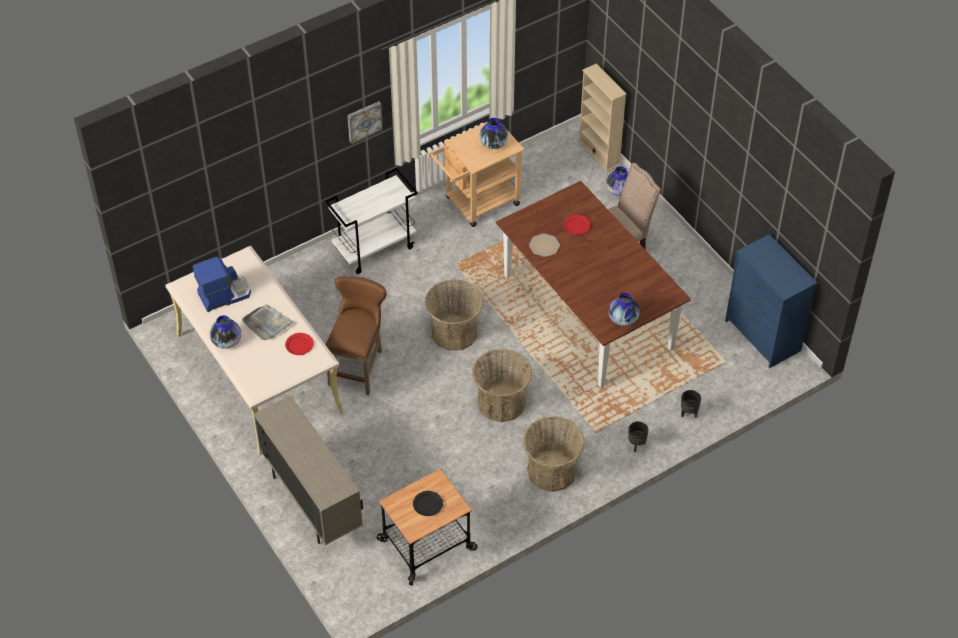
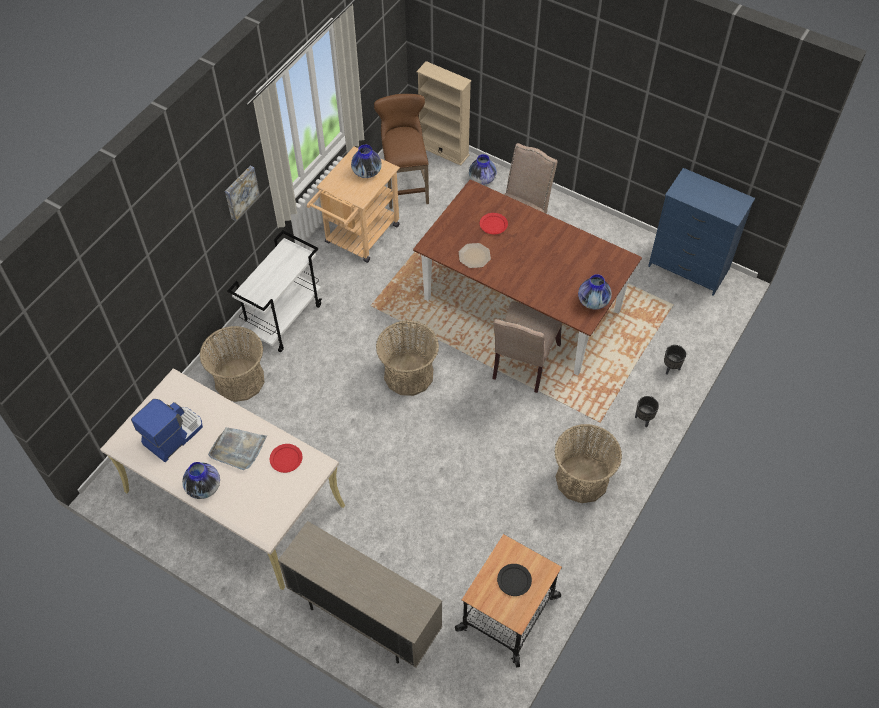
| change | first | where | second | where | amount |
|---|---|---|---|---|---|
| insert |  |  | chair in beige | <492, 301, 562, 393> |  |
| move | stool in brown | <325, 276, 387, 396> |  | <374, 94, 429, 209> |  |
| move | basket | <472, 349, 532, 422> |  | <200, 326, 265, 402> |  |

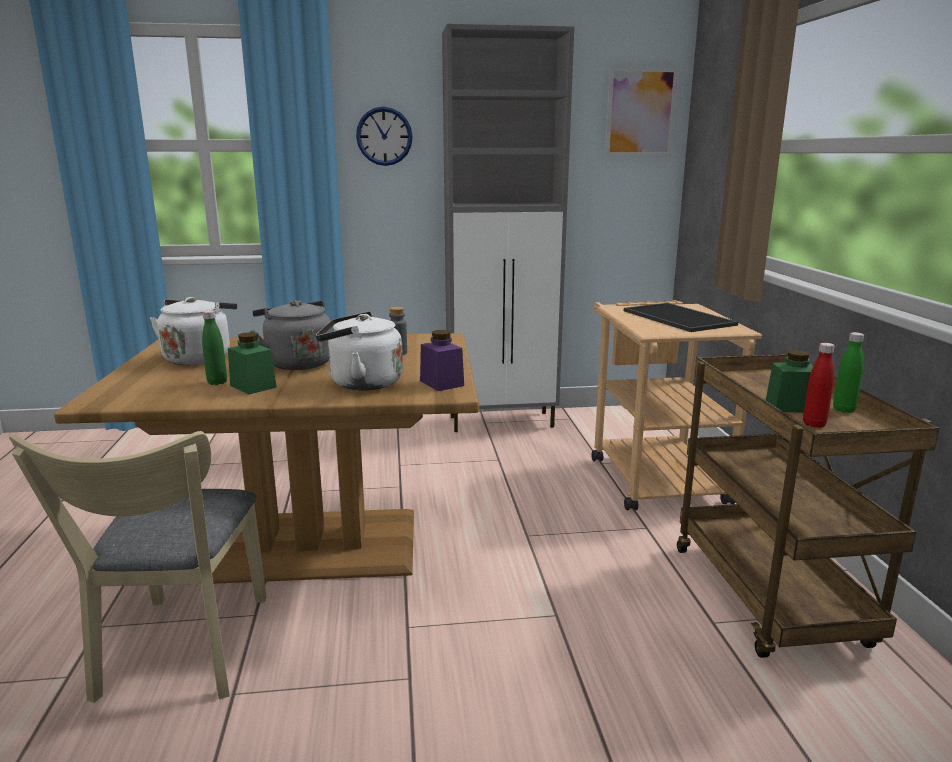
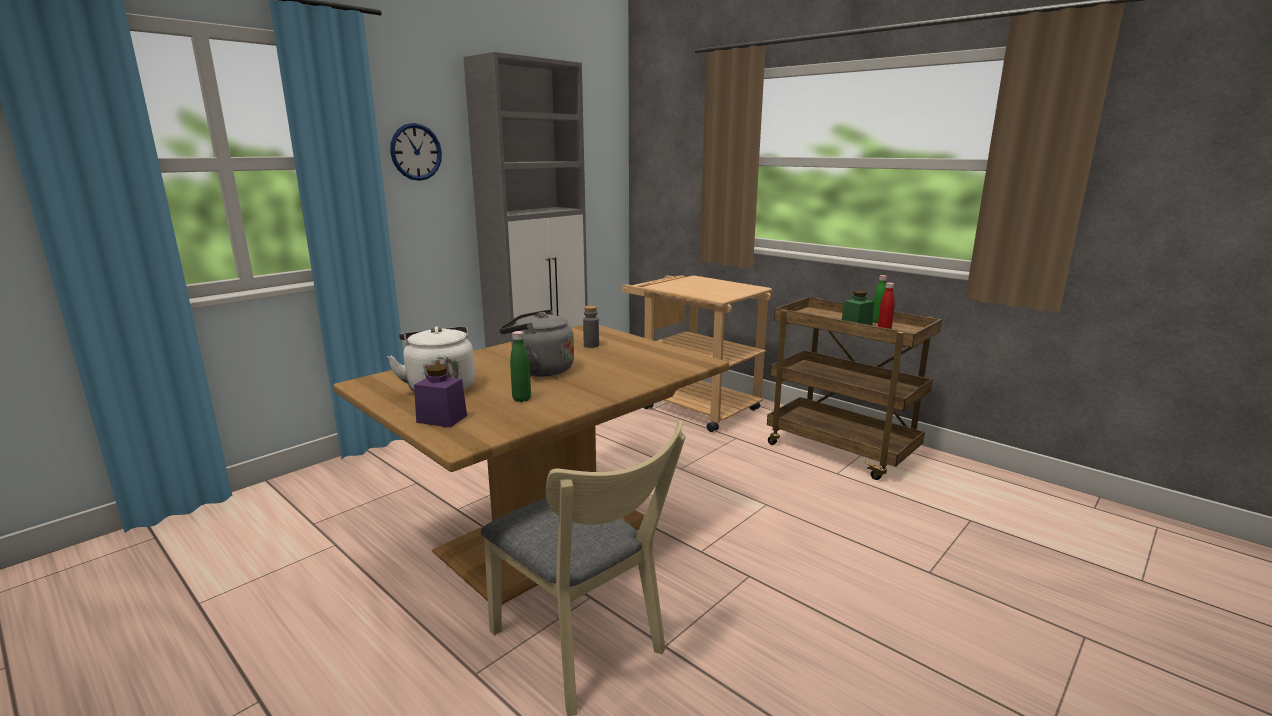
| change | first | where | second | where | amount |
|---|---|---|---|---|---|
| delete | jar in green | <228, 332, 277, 395> |  |  |  |
| delete | kettle in white | <316, 312, 403, 390> |  |  |  |
| delete | picture | <605, 67, 678, 156> |  |  |  |
| delete | tray | <624, 303, 738, 332> |  |  |  |
| move | jar in purple | <420, 330, 464, 391> |  | <414, 365, 467, 428> |  |

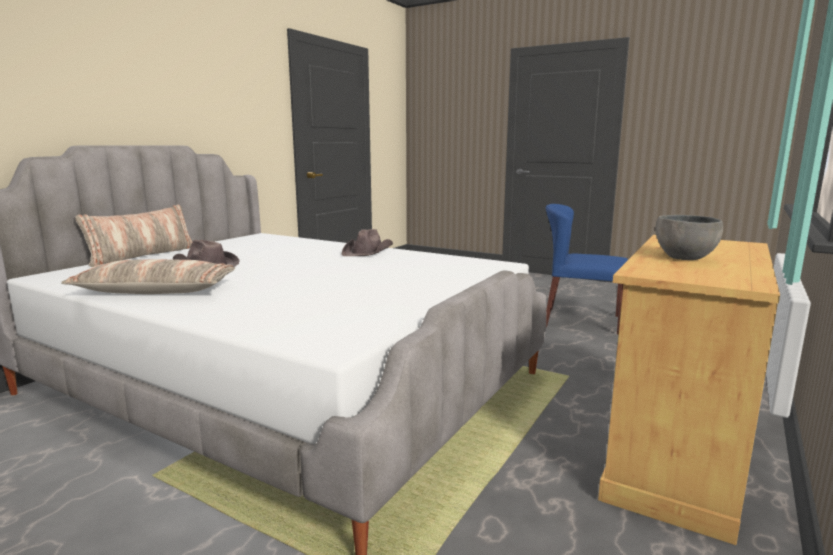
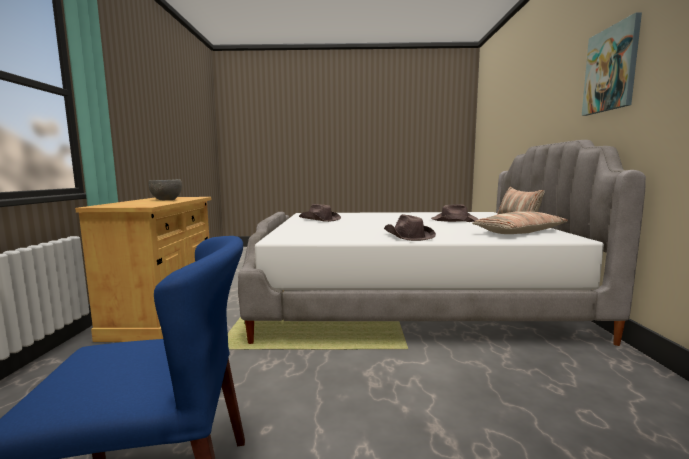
| change | first | where | second | where | amount |
|---|---|---|---|---|---|
| insert |  |  | hat in brown | <299, 204, 341, 222> |  |
| insert |  |  | picture | <582, 13, 642, 116> |  |
| move | pillow | <61, 259, 235, 294> |  | <472, 211, 568, 234> |  |

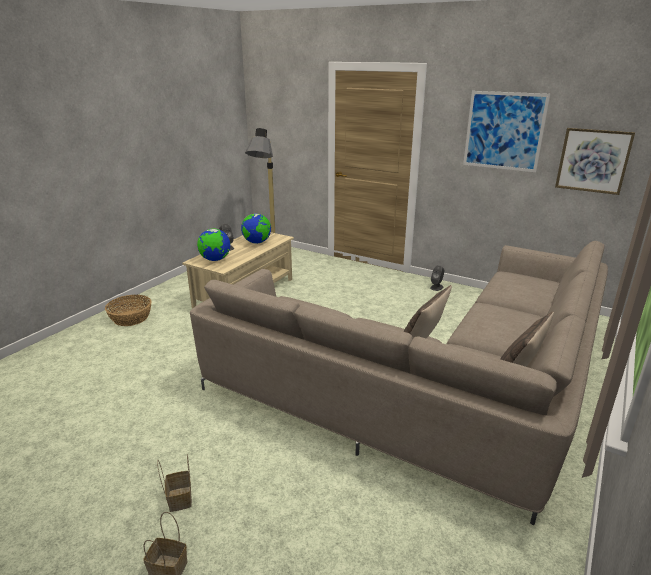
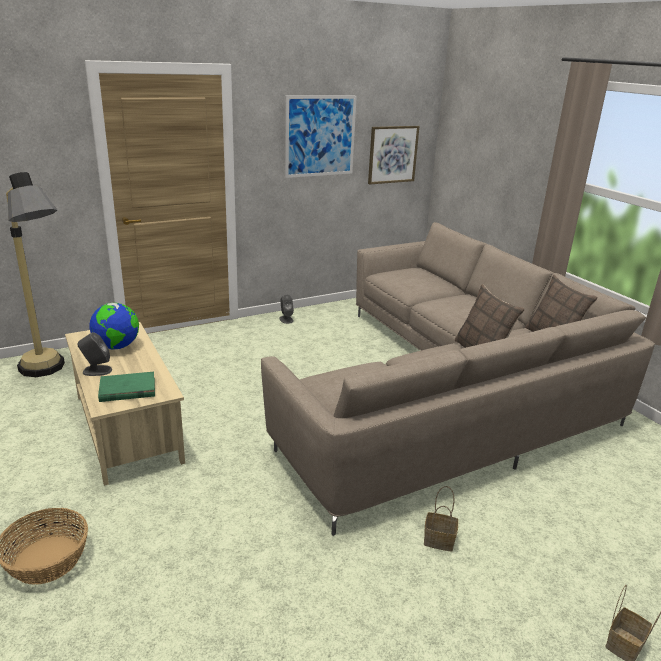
| change | first | where | second | where | amount |
|---|---|---|---|---|---|
| move | basket | <157, 454, 192, 512> |  | <424, 486, 458, 552> |  |
| replace | globe | <197, 228, 230, 261> | book in green | <98, 372, 155, 402> |  |

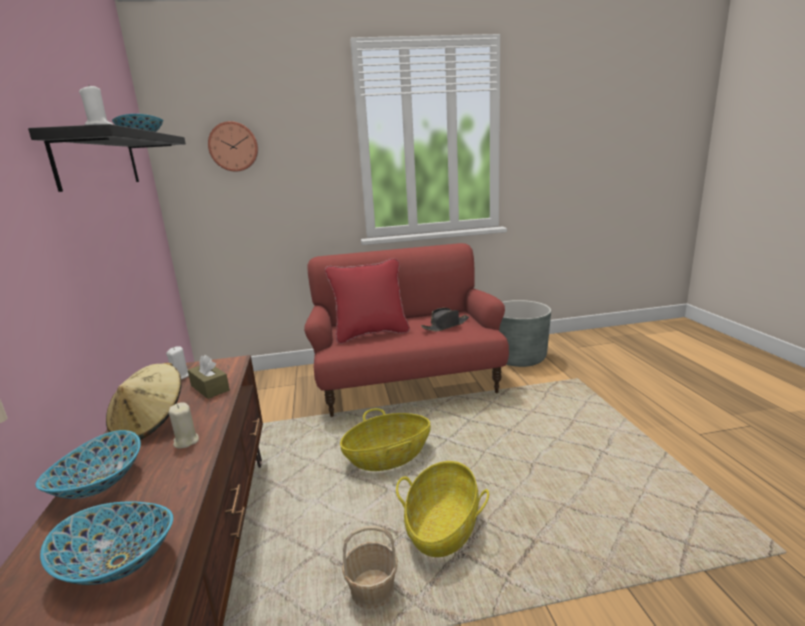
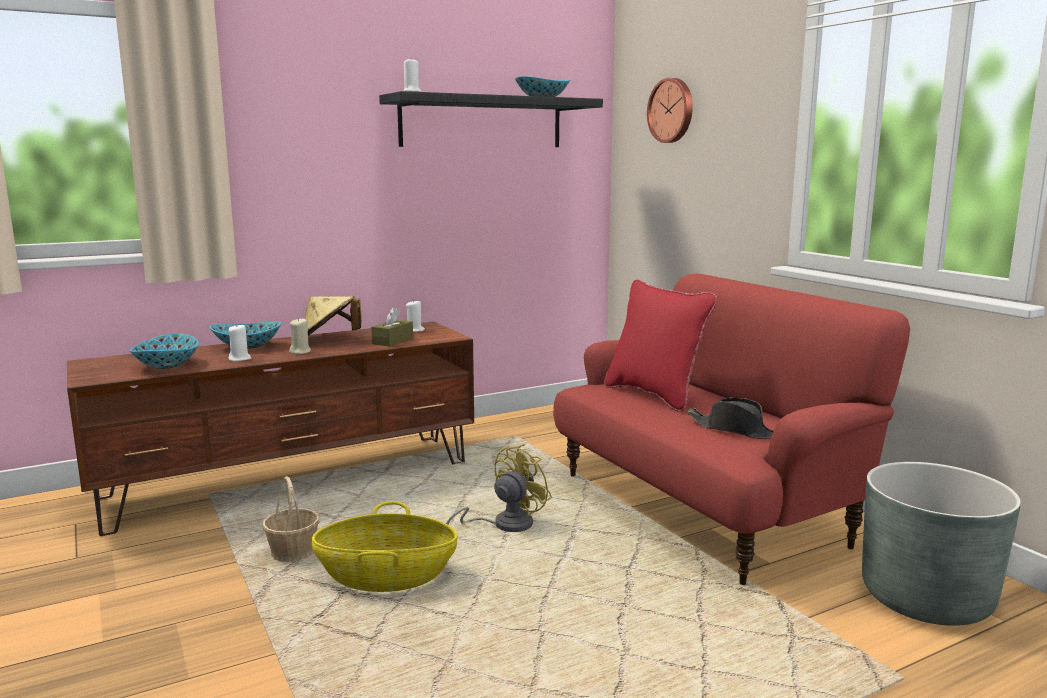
| change | first | where | second | where | amount |
|---|---|---|---|---|---|
| insert |  |  | candle in white | <228, 324, 251, 361> |  |
| replace | basket | <340, 408, 431, 471> | fan in yellow | <446, 444, 552, 532> |  |

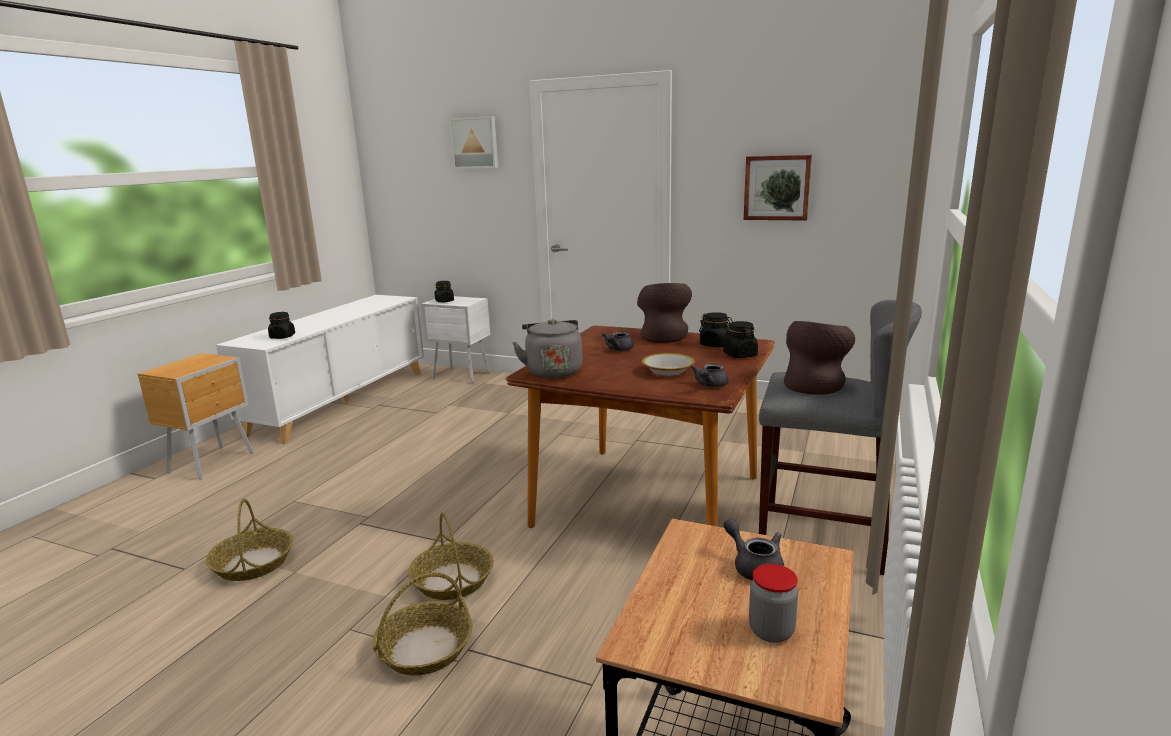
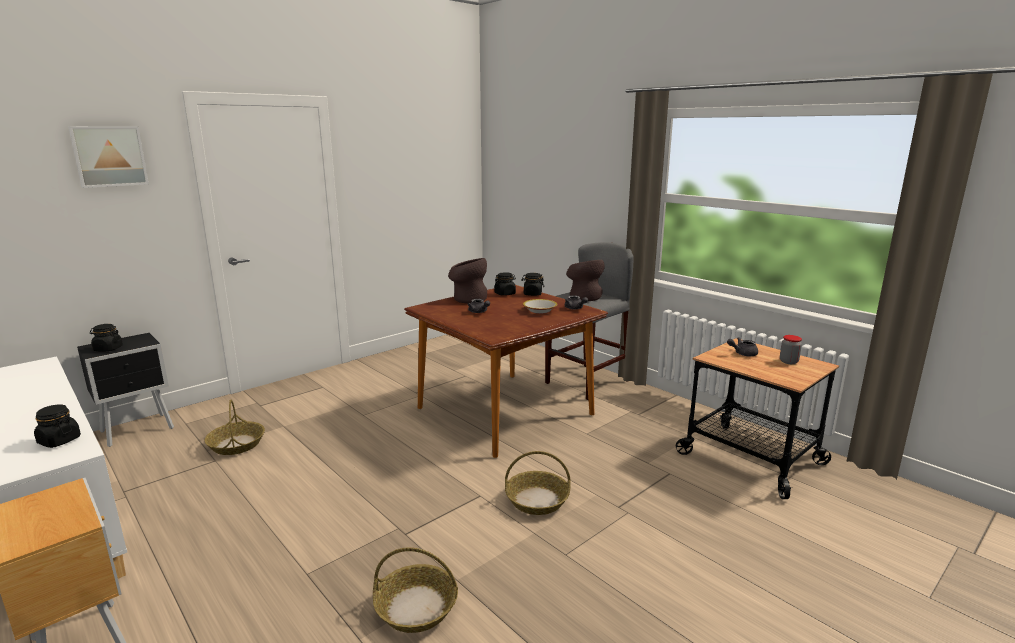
| change | first | where | second | where | amount |
|---|---|---|---|---|---|
| delete | kettle in grey | <512, 319, 582, 378> |  |  |  |
| delete | picture | <744, 155, 812, 221> |  |  |  |
| move | basket | <372, 572, 473, 675> |  | <205, 399, 265, 455> |  |
| recolor | nightstand in white | <421, 296, 490, 383> | nightstand in black | <77, 333, 174, 447> |  |

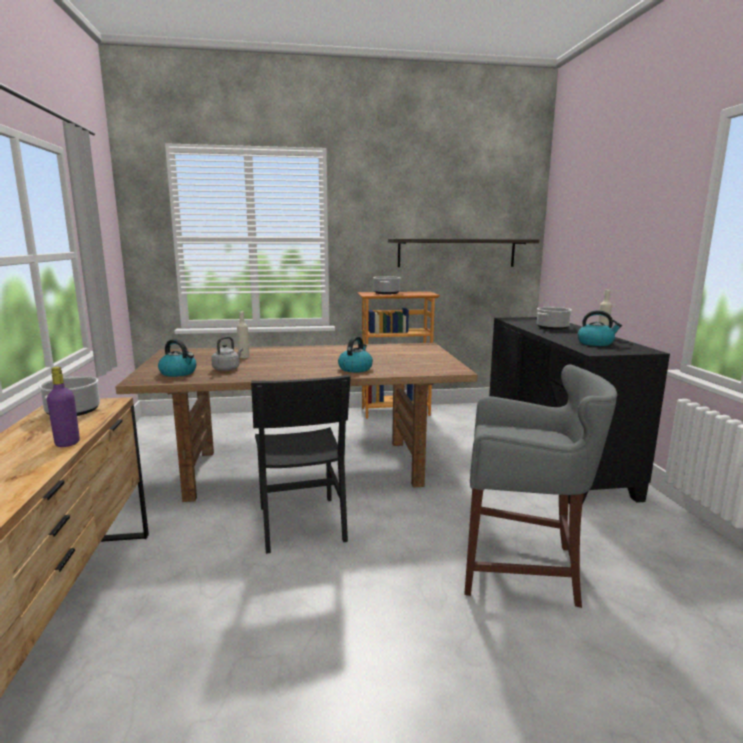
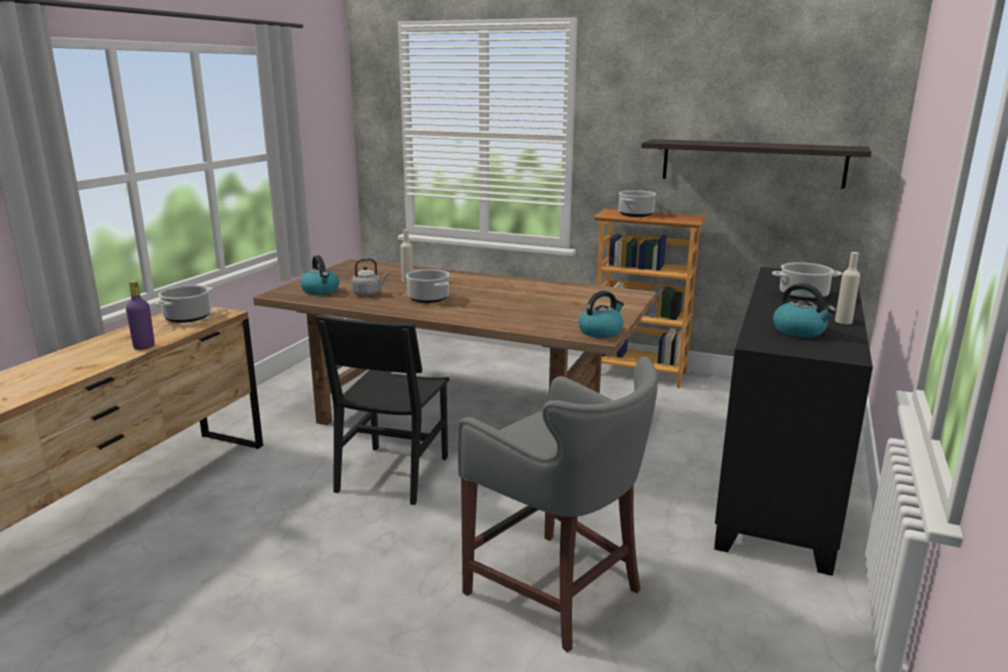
| change | first | where | second | where | amount |
|---|---|---|---|---|---|
| insert |  |  | cooking pot | <406, 269, 450, 303> |  |
| move | kettle | <338, 336, 373, 372> |  | <578, 291, 624, 338> |  |

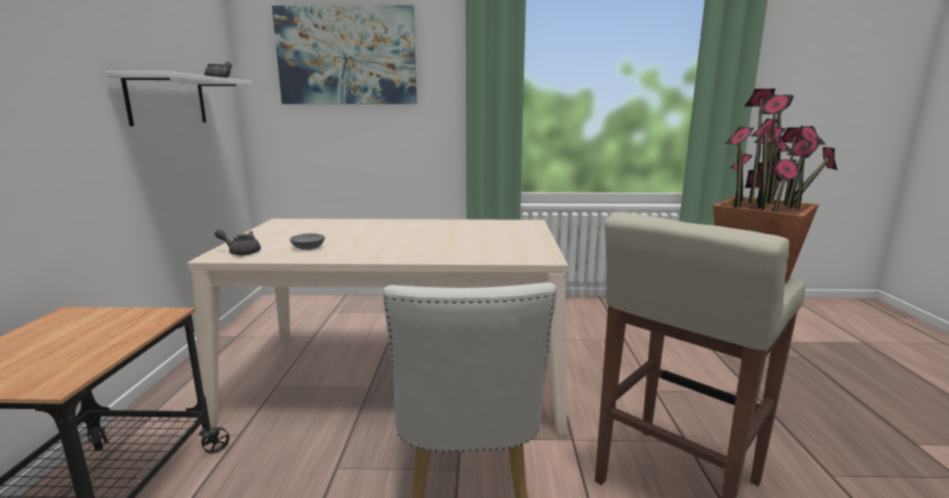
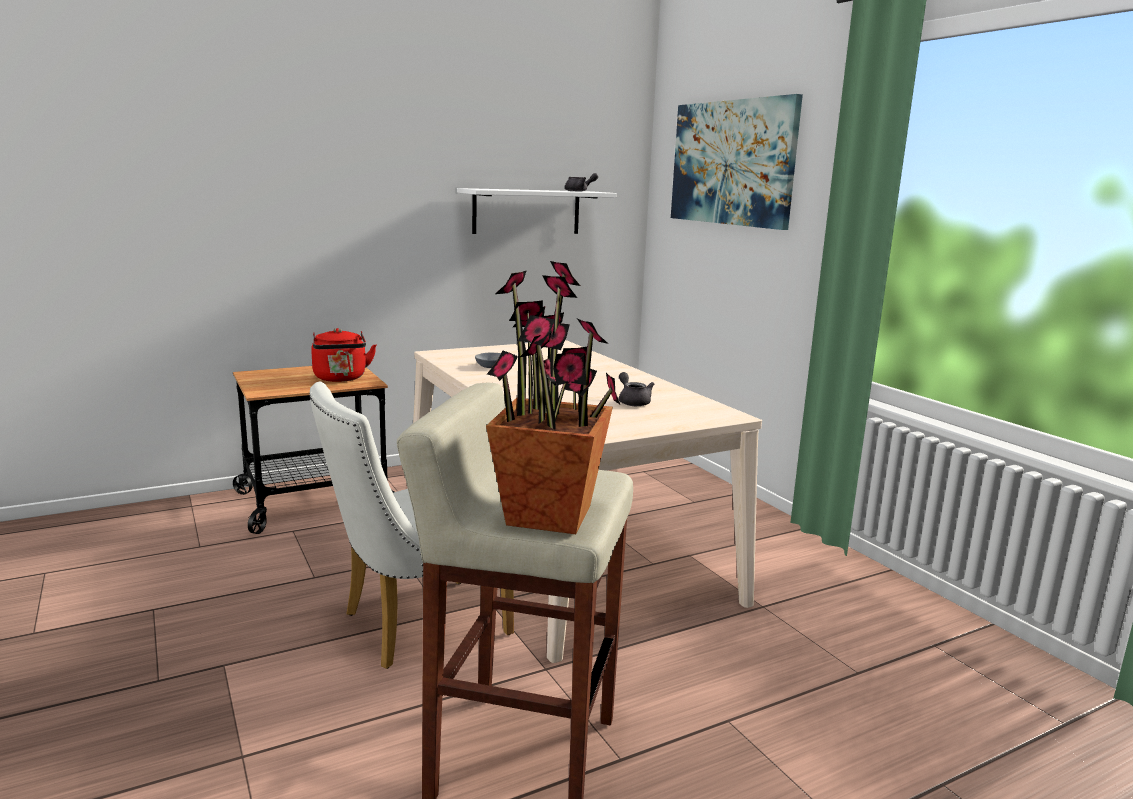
| change | first | where | second | where | amount |
|---|---|---|---|---|---|
| insert |  |  | kettle in red | <311, 328, 376, 382> |  |
| move | teapot in grey | <215, 229, 261, 255> |  | <619, 372, 654, 406> |  |

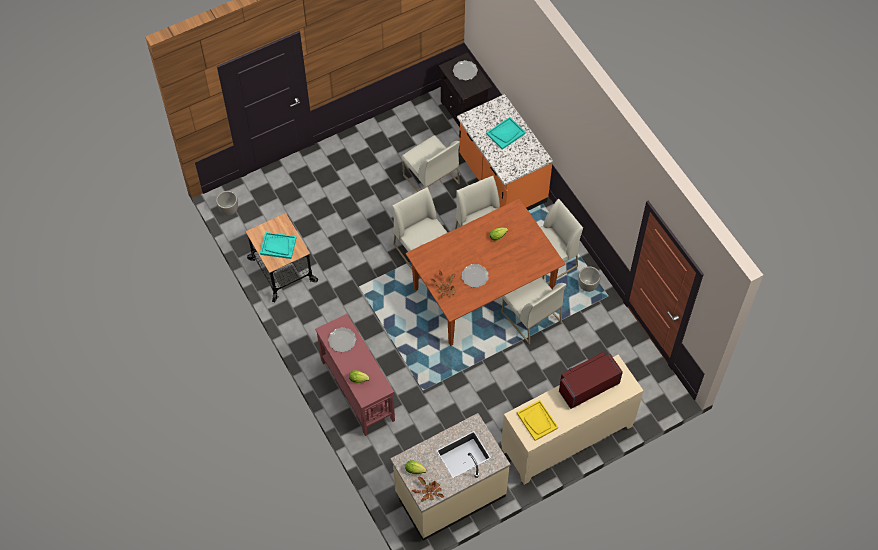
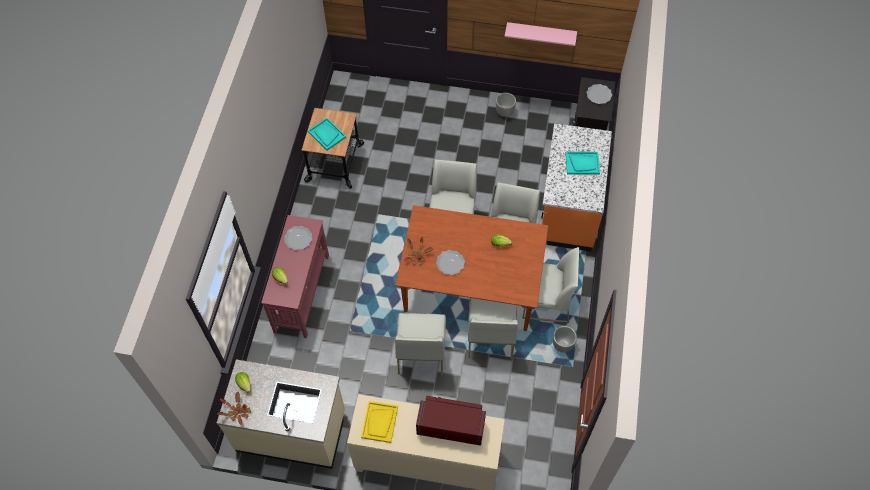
| change | first | where | second | where | amount |
|---|---|---|---|---|---|
| insert |  |  | shelf in pink | <505, 22, 577, 46> |  |
| move | planter | <216, 191, 238, 216> |  | <496, 93, 516, 117> |  |
| move | chair in white | <402, 135, 460, 192> |  | <395, 313, 446, 376> |  |

